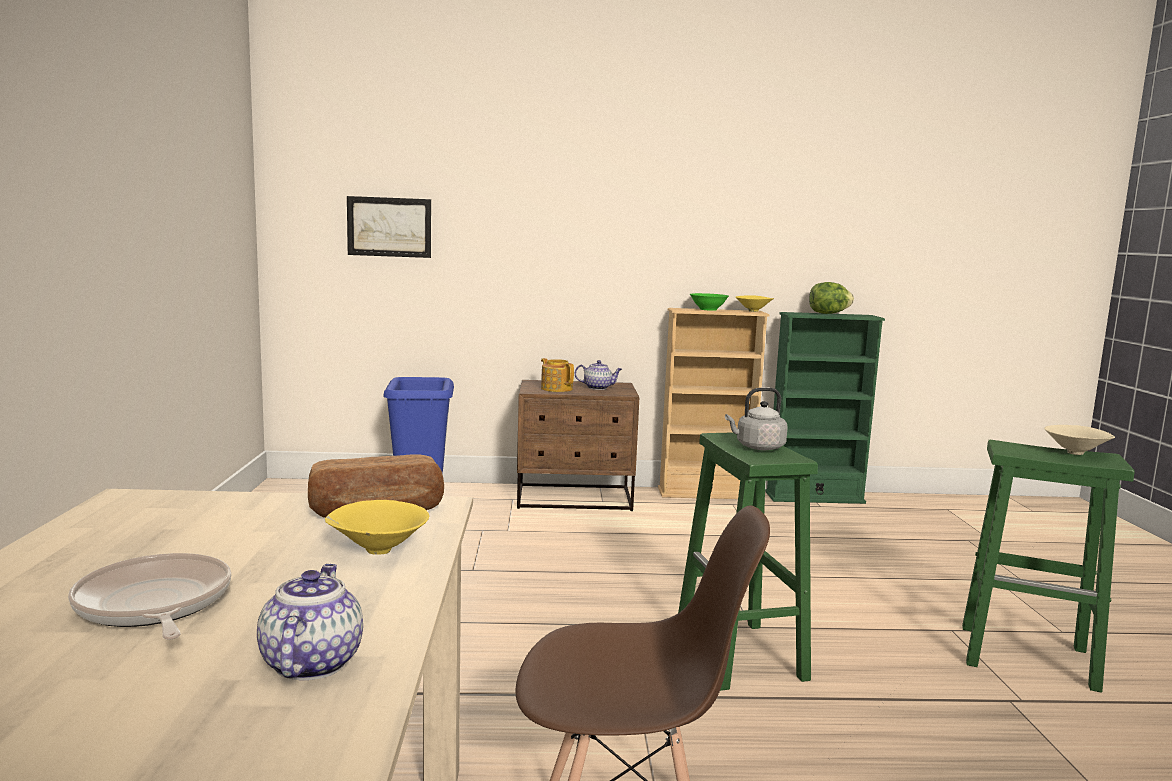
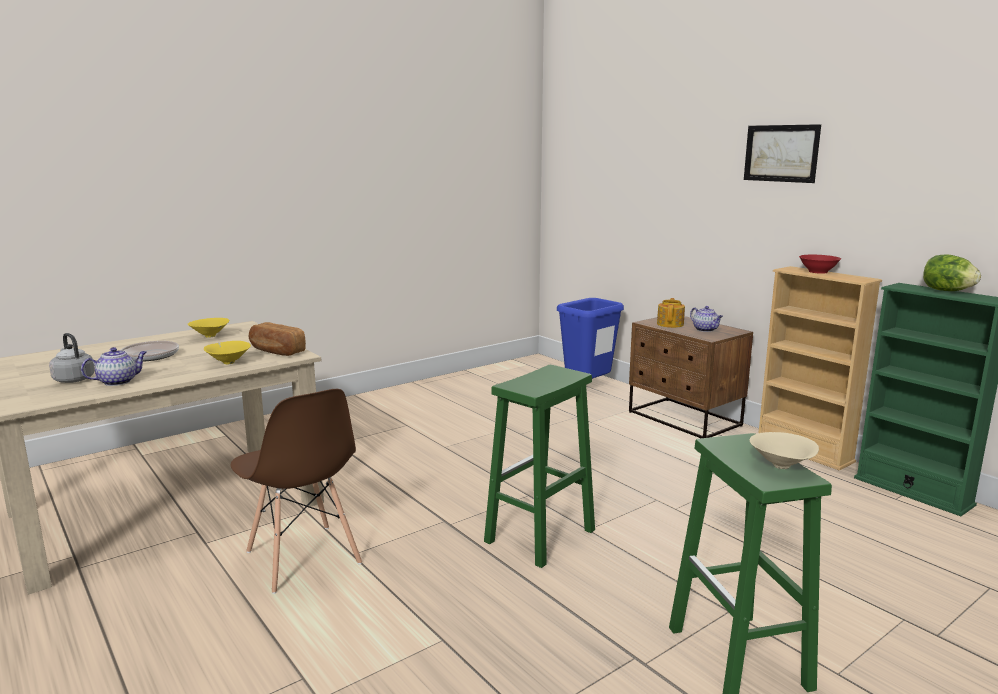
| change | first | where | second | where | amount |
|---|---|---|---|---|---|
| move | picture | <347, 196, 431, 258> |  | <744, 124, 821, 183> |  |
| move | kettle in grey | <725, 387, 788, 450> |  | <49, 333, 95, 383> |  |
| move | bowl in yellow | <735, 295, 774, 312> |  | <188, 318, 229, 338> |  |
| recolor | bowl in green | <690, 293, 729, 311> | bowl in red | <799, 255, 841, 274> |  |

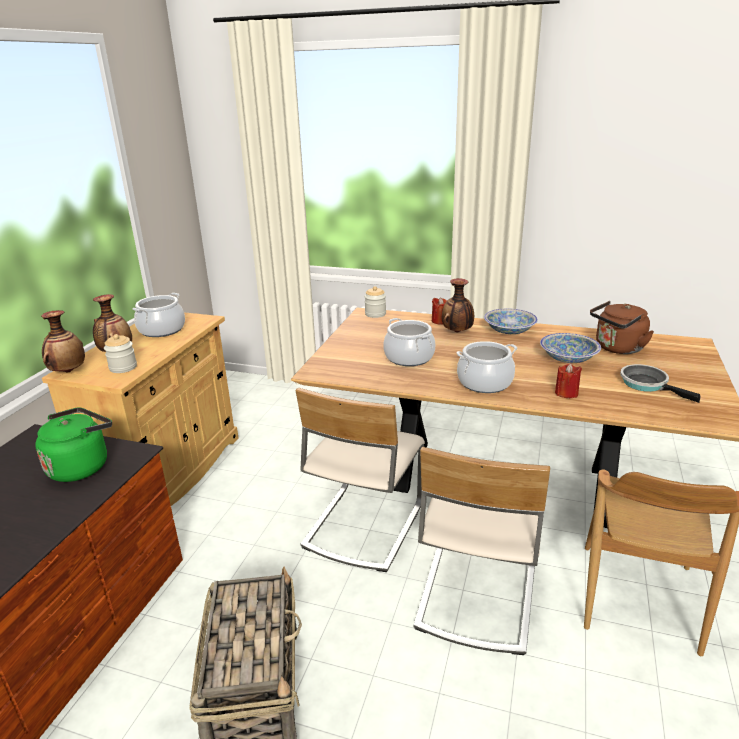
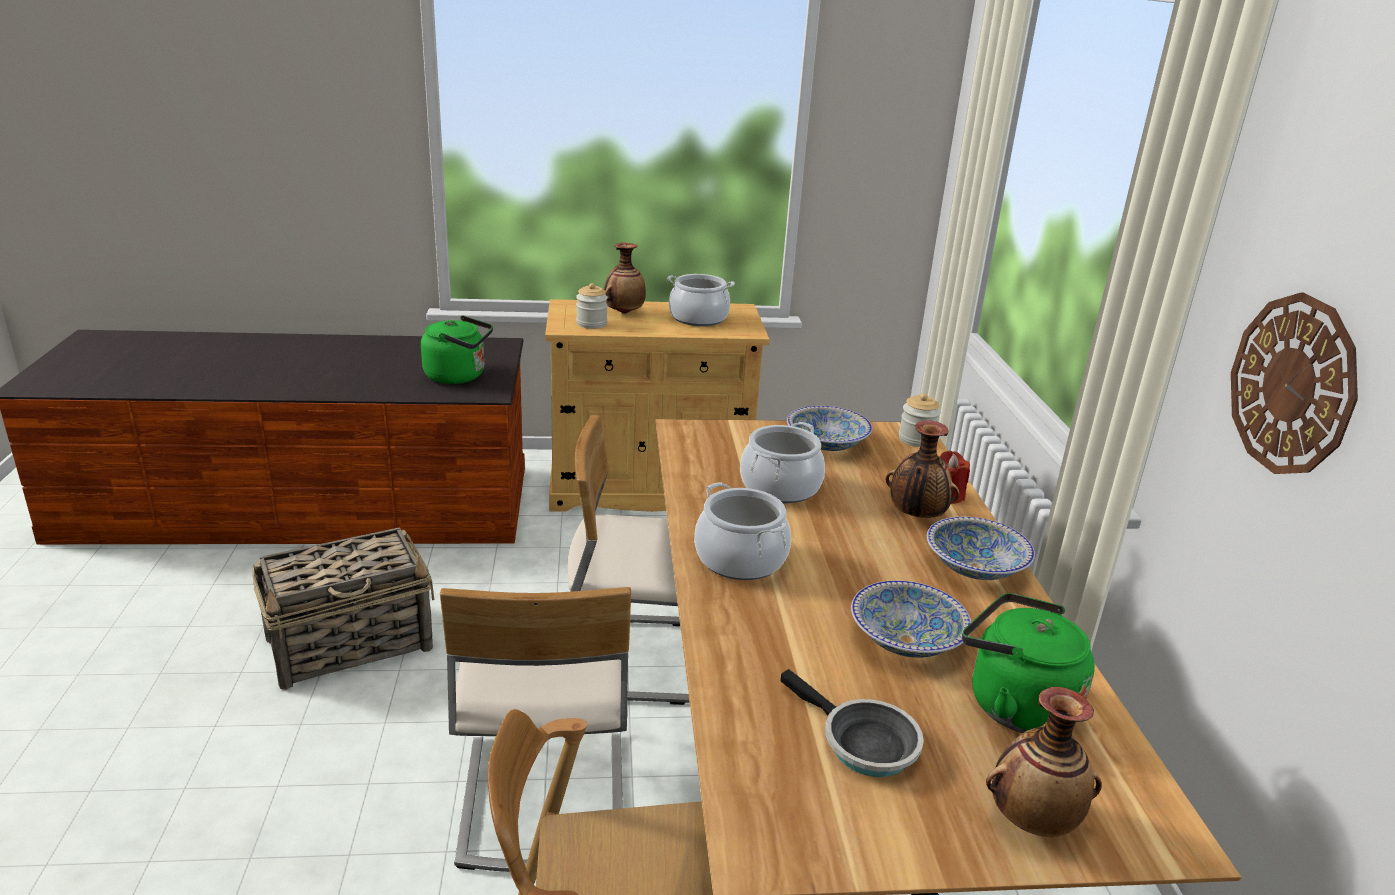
| change | first | where | second | where | amount |
|---|---|---|---|---|---|
| delete | candle in red | <555, 363, 582, 398> |  |  |  |
| insert |  |  | bowl | <787, 406, 872, 451> |  |
| insert |  |  | wall clock | <1231, 292, 1358, 474> |  |
| move | vase | <41, 310, 85, 372> |  | <986, 687, 1102, 837> |  |
| recolor | kettle in brown | <590, 301, 654, 354> | kettle in green | <962, 593, 1095, 733> |  |
| rotate | chair in beige | <413, 447, 550, 655> |  | <440, 587, 631, 872> | 90 degrees counterclockwise |
| rotate | frying pan | <620, 364, 701, 403> |  | <781, 669, 924, 777> | 105 degrees clockwise |

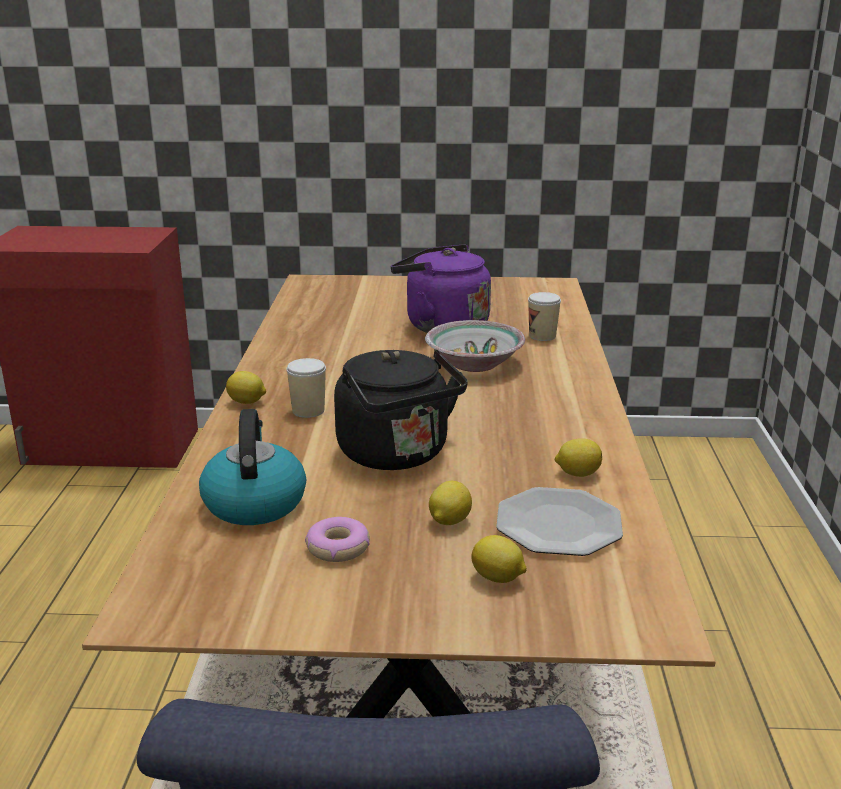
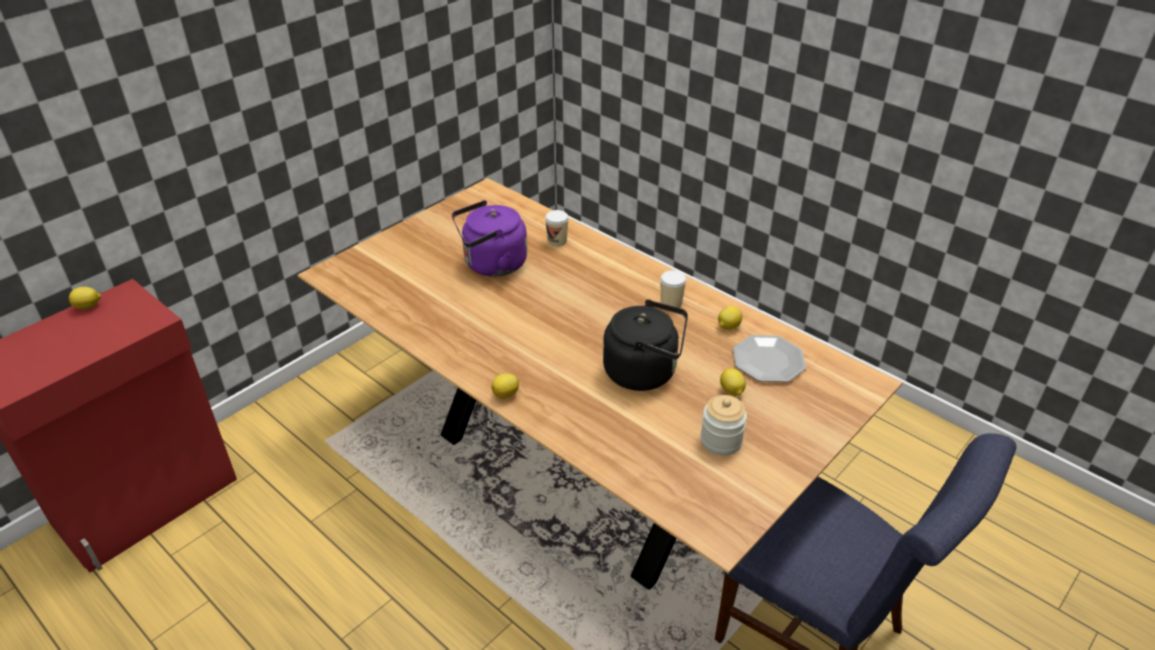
| change | first | where | second | where | amount |
|---|---|---|---|---|---|
| delete | kettle | <199, 409, 306, 525> |  |  |  |
| delete | bowl | <425, 320, 525, 372> |  |  |  |
| move | cup | <286, 358, 326, 418> |  | <660, 270, 686, 308> |  |
| move | lemon | <472, 535, 526, 583> |  | <69, 287, 101, 309> |  |
| replace | donut | <305, 517, 370, 562> | jar | <700, 395, 747, 456> |  |

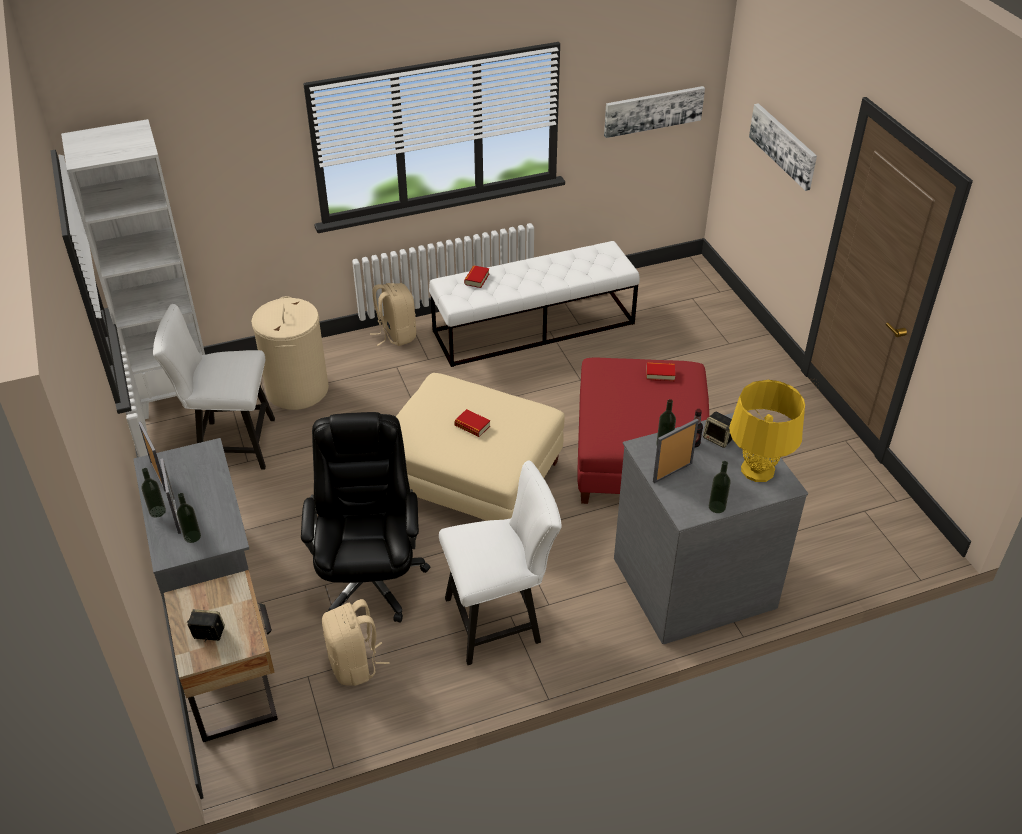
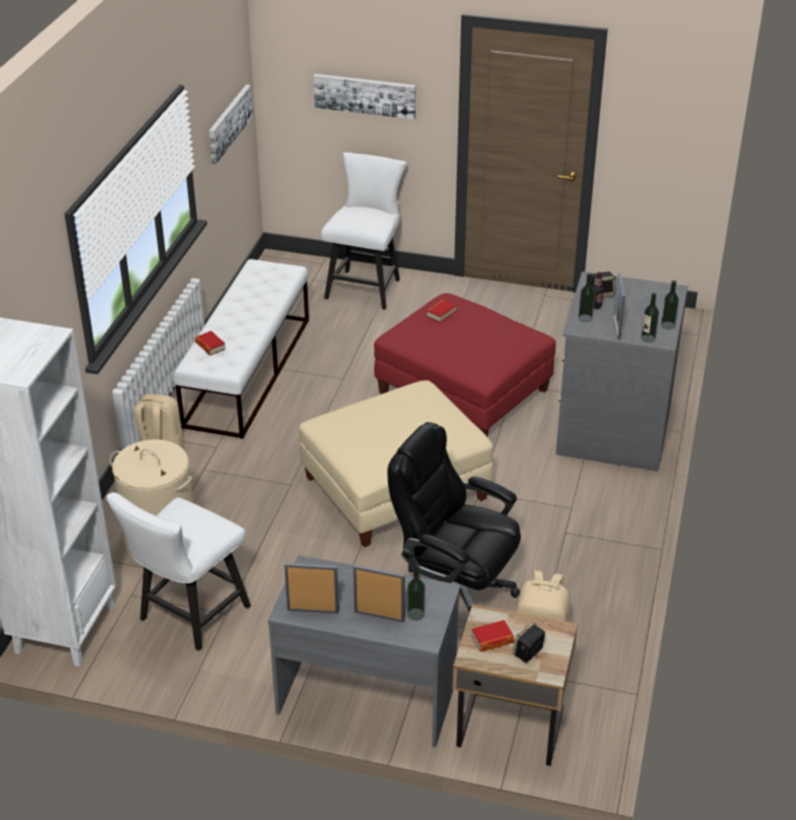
| change | first | where | second | where | amount |
|---|---|---|---|---|---|
| delete | table lamp in yellow | <730, 380, 805, 482> |  |  |  |
| move | bottle | <142, 468, 166, 518> |  | <641, 293, 659, 343> |  |
| move | chair in white | <439, 460, 562, 665> |  | <321, 152, 407, 310> |  |
| move | book | <454, 409, 490, 437> |  | <471, 620, 514, 652> |  |

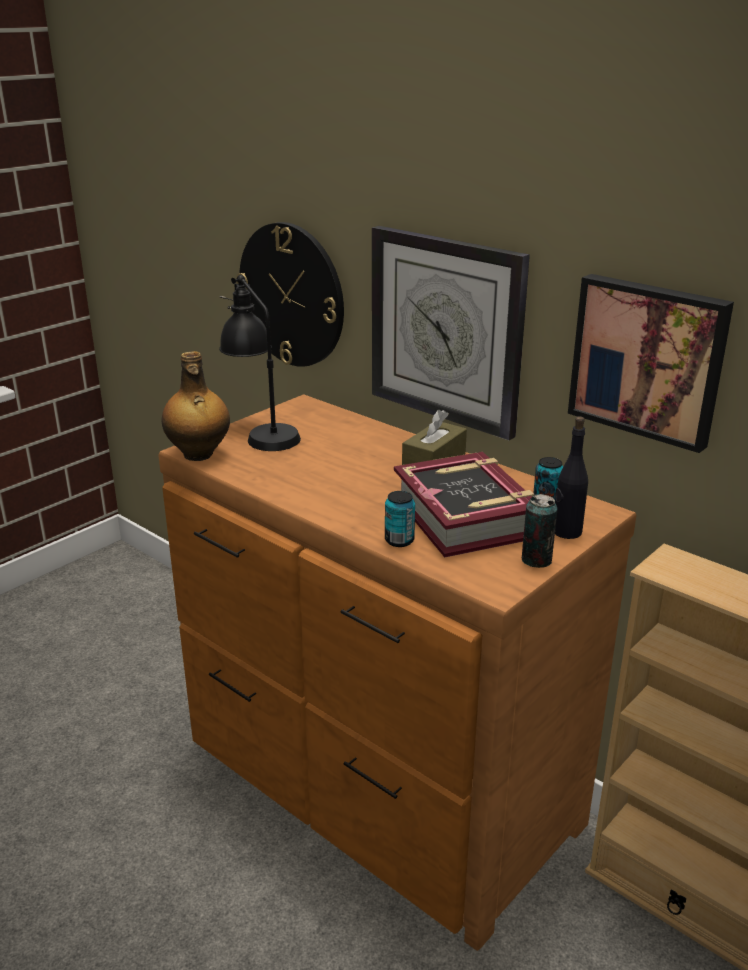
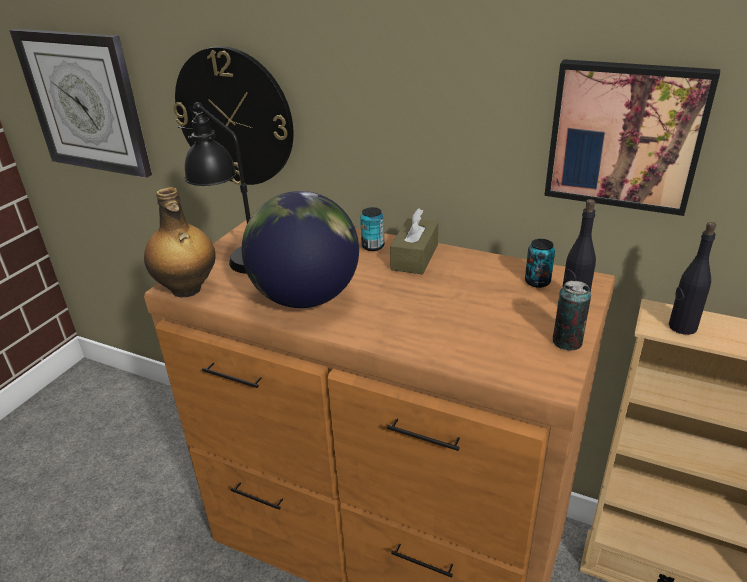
| change | first | where | second | where | amount |
|---|---|---|---|---|---|
| delete | book | <394, 452, 534, 557> |  |  |  |
| insert |  |  | globe | <242, 191, 359, 308> |  |
| insert |  |  | bottle in black | <669, 222, 717, 335> |  |
| move | wall clock | <372, 226, 530, 440> |  | <9, 29, 152, 178> |  |
| move | can | <385, 491, 415, 547> |  | <360, 207, 384, 251> |  |

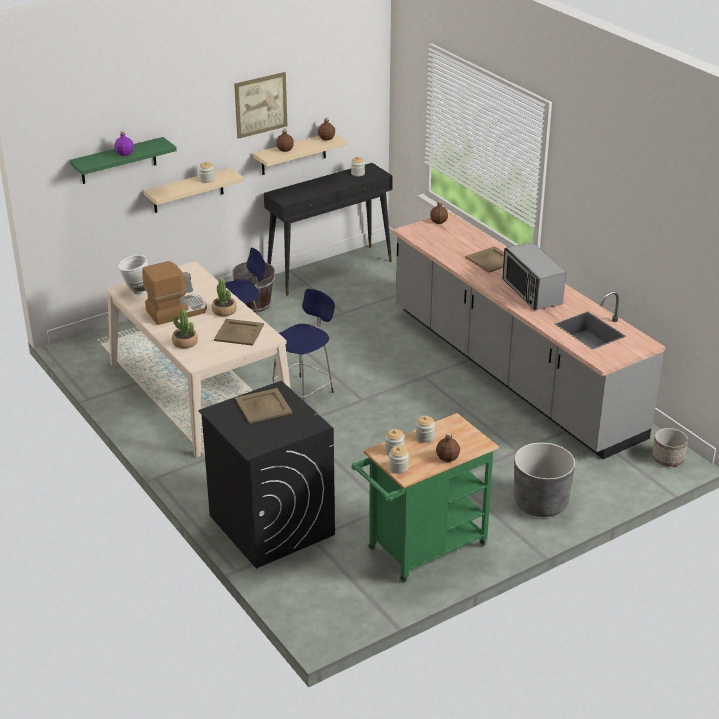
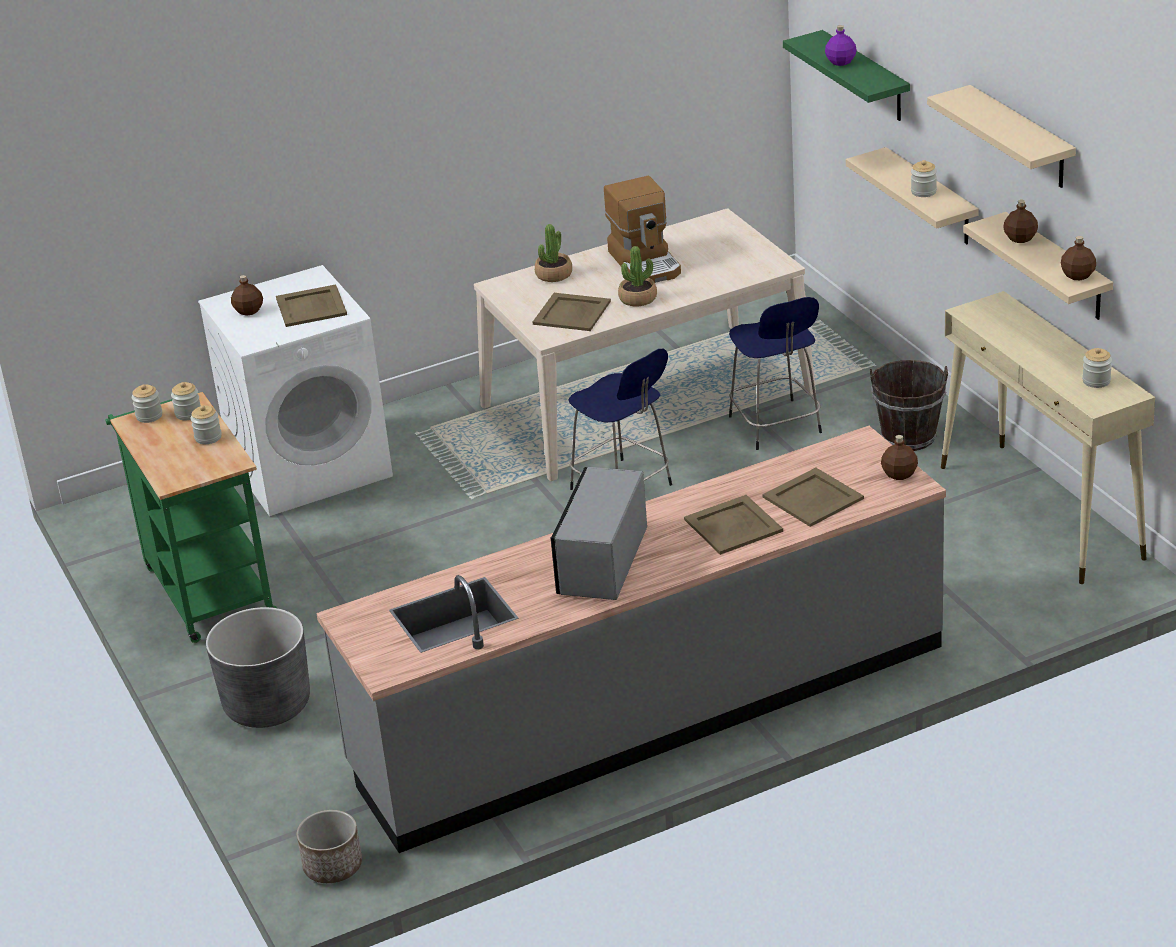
| change | first | where | second | where | amount |
|---|---|---|---|---|---|
| delete | vase in white | <118, 255, 148, 295> |  |  |  |
| insert |  |  | tray in beige | <762, 468, 864, 527> |  |
| move | bottle in brown | <436, 432, 460, 462> |  | <231, 275, 263, 316> |  |
| replace | picture | <234, 72, 287, 139> | shelf in beige | <927, 85, 1076, 188> |  |
| recolor | washing machine in black | <198, 381, 335, 569> | washing machine in white | <198, 265, 393, 516> |  |
| recolor | console table in black | <264, 163, 393, 296> | console table in beige | <941, 291, 1155, 584> |  |
| rotate | microwave | <502, 242, 566, 310> |  | <550, 467, 647, 600> | 60 degrees counterclockwise |

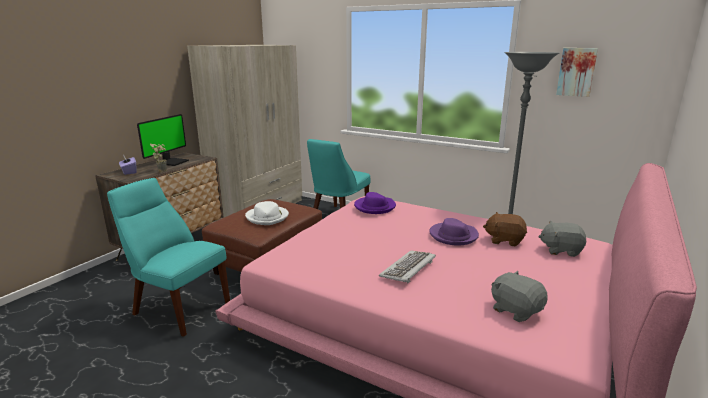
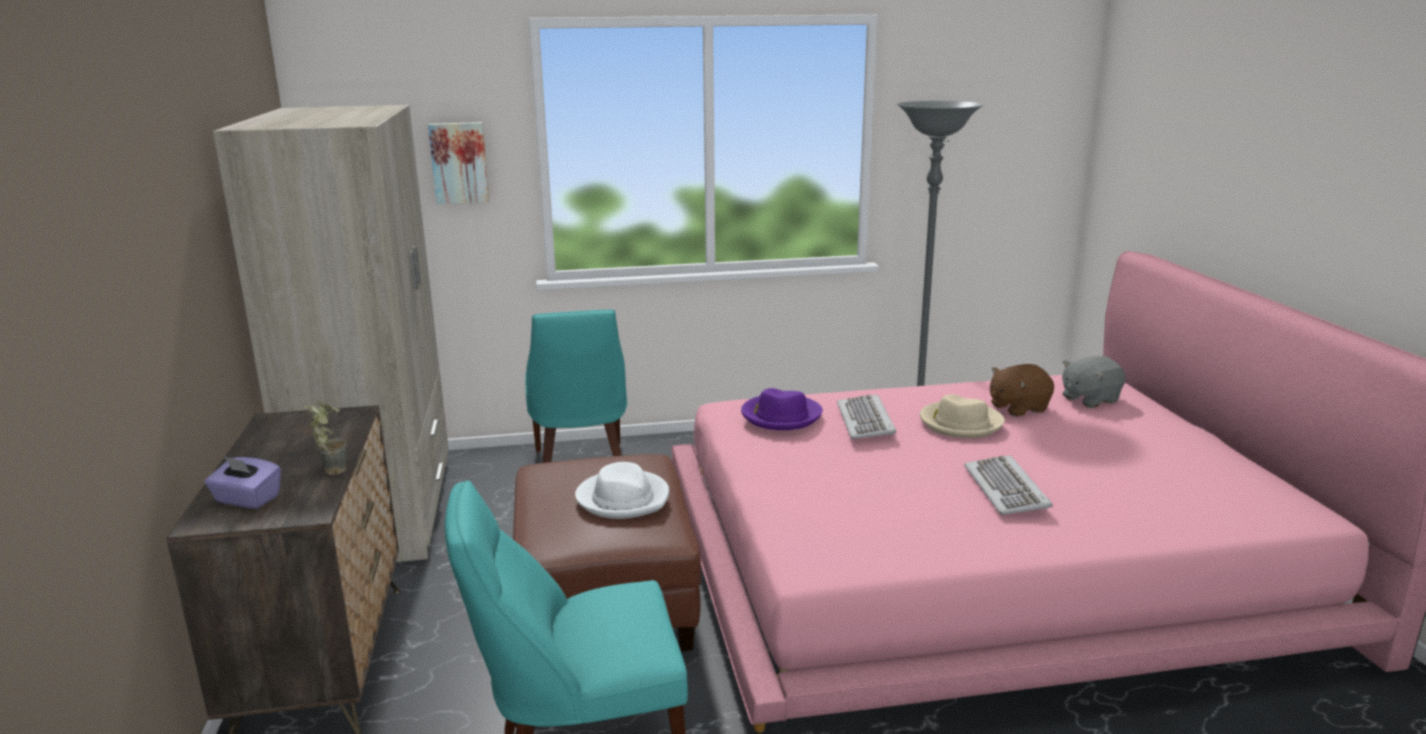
| change | first | where | second | where | amount |
|---|---|---|---|---|---|
| delete | monitor | <137, 114, 189, 166> |  |  |  |
| delete | plush toy in grey | <491, 271, 548, 322> |  |  |  |
| insert |  |  | keyboard | <837, 394, 896, 439> |  |
| move | picture | <556, 48, 598, 97> |  | <428, 122, 490, 204> |  |
| recolor | hat in purple | <429, 218, 479, 245> | hat in beige | <920, 394, 1005, 438> |  |

